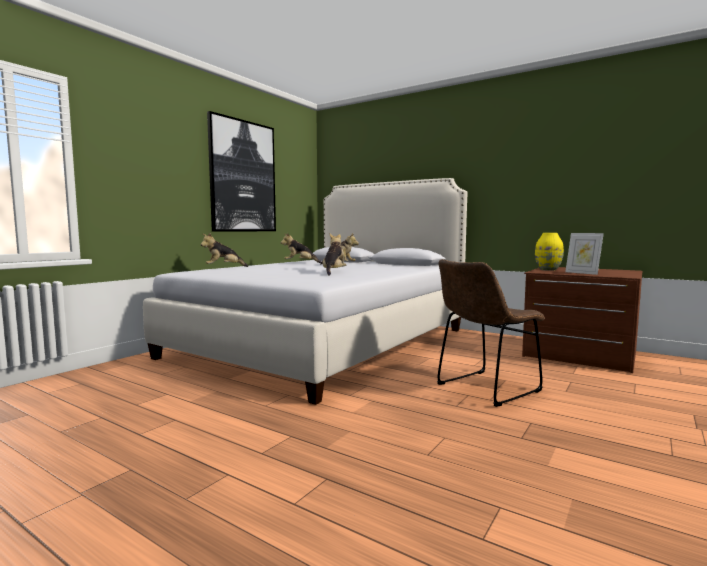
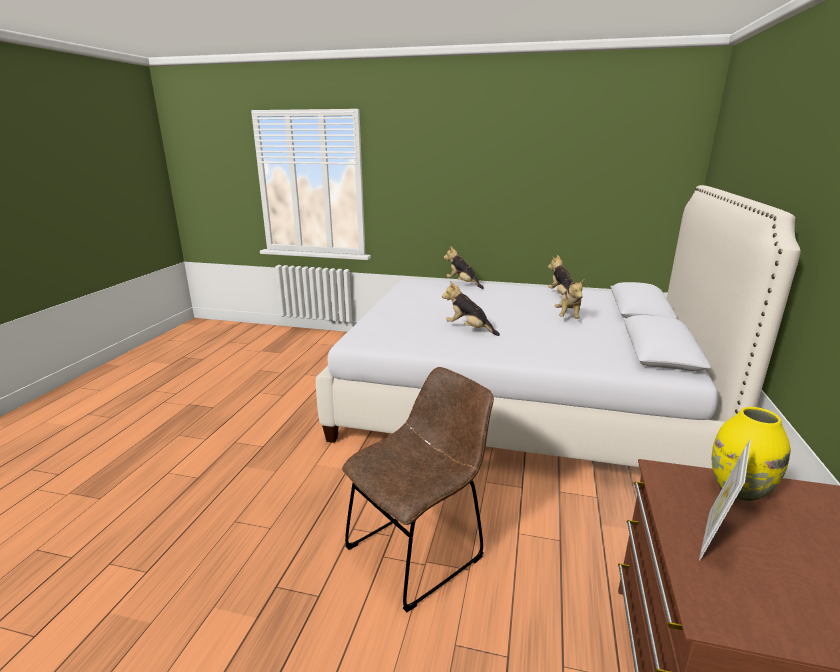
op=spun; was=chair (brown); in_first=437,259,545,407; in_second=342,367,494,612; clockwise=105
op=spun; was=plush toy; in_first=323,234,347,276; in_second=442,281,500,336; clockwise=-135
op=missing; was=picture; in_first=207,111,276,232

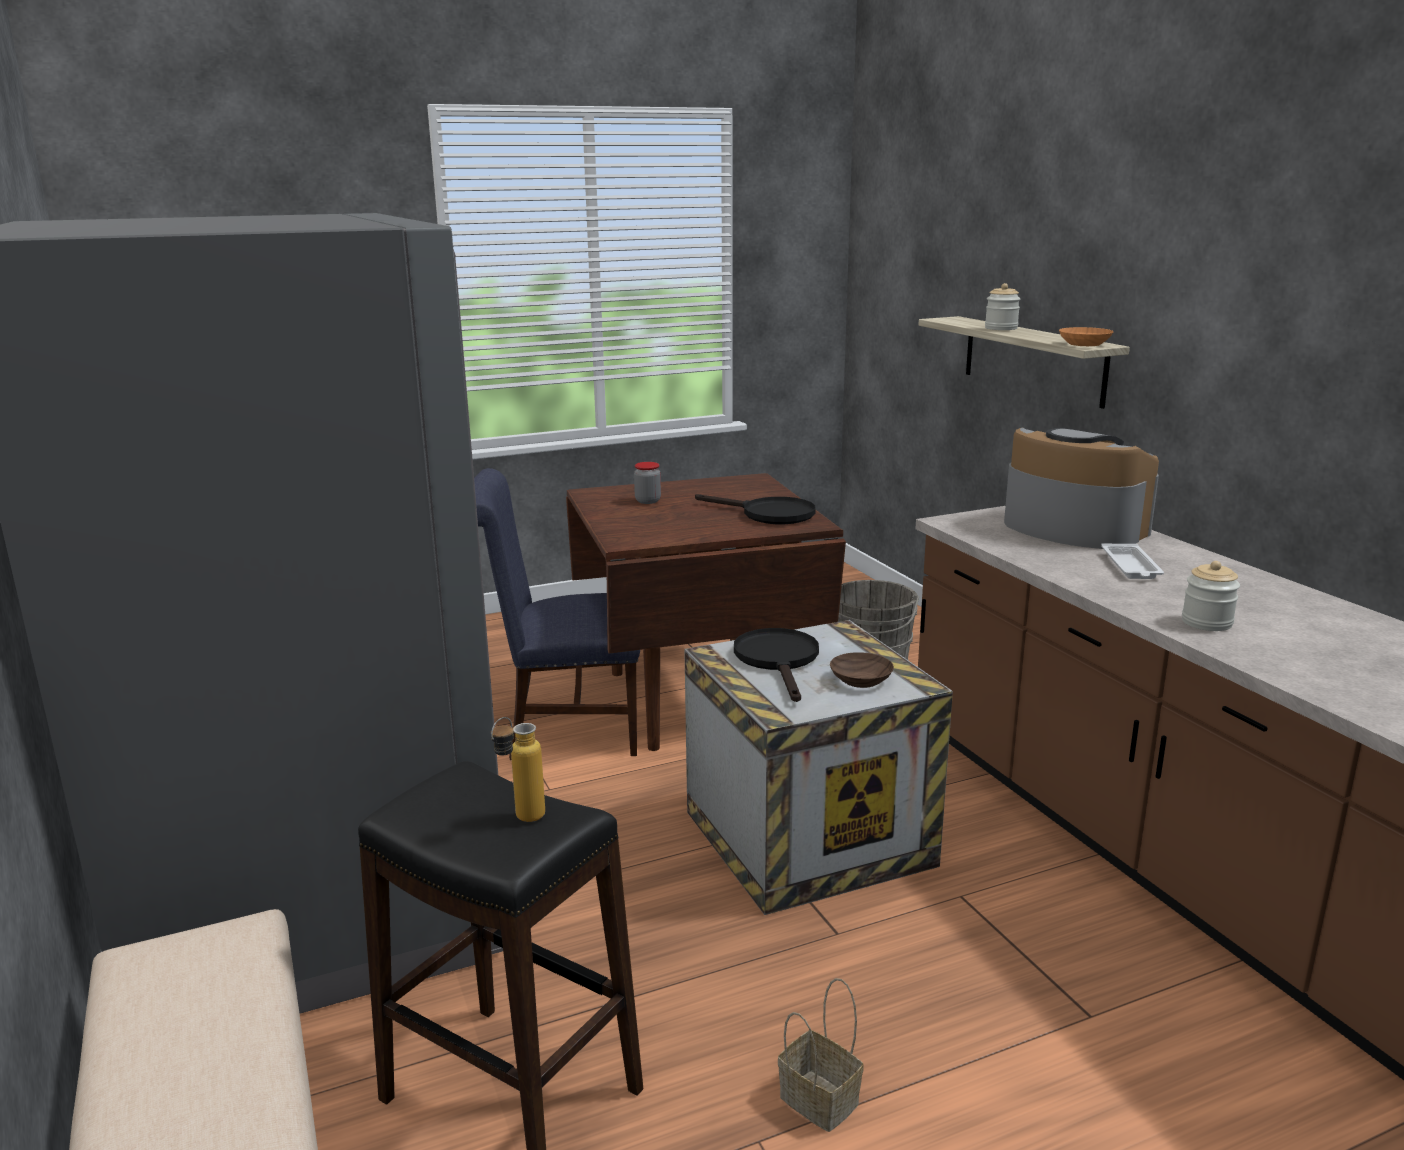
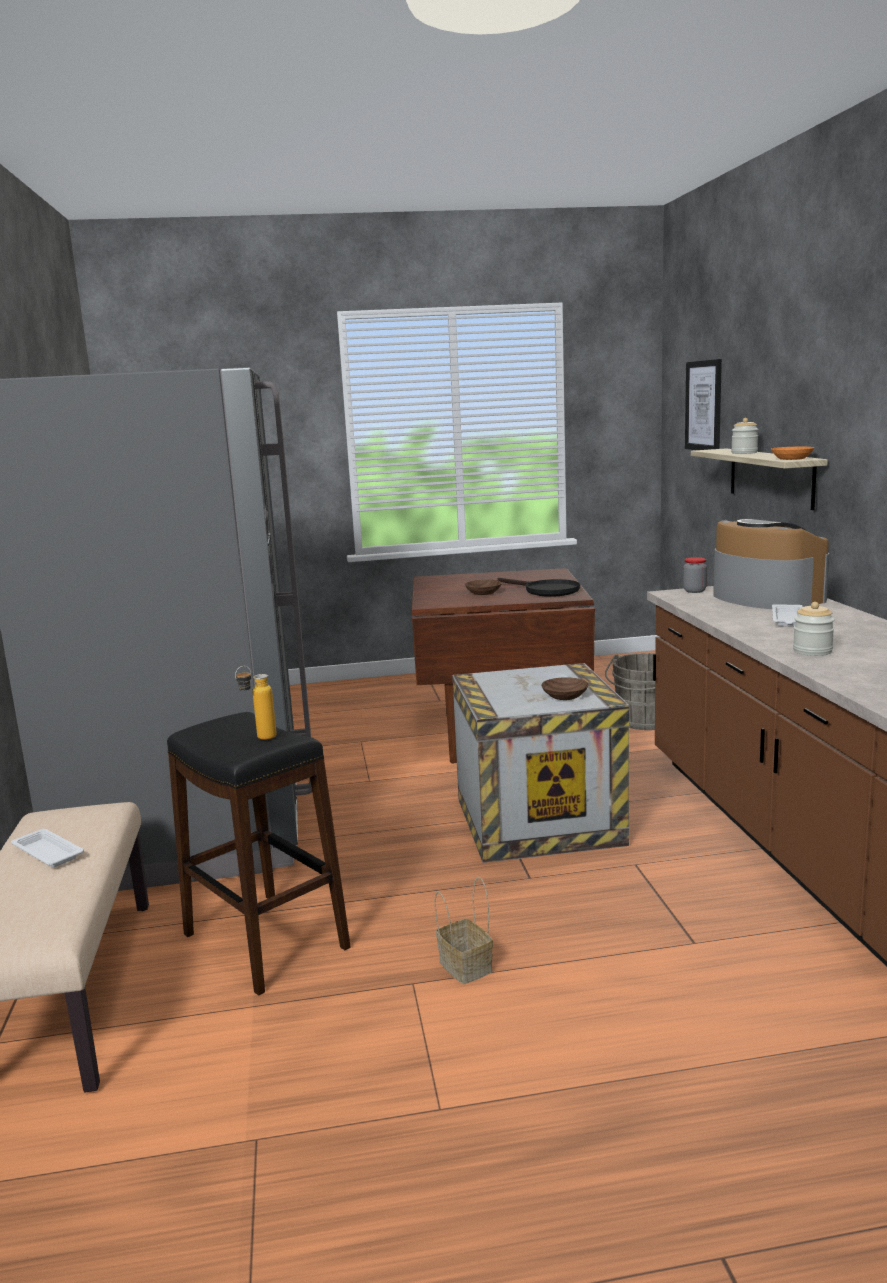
op=appeared; now=tray (white); in_second=11,829,84,867
op=appeared; now=bowl (brown); in_second=465,580,502,595
op=relocated; was=jar; in_first=634,462,661,504; in_second=683,557,707,593
op=appeared; now=picture; in_second=685,359,722,450
op=missing; was=chair (blue); in_first=474,468,640,760
op=missing; was=frying pan (black); in_first=734,628,819,702

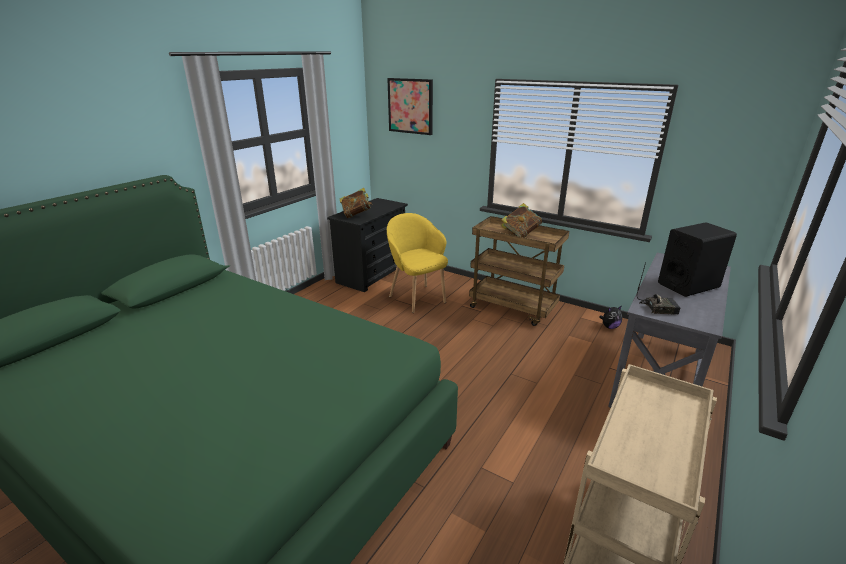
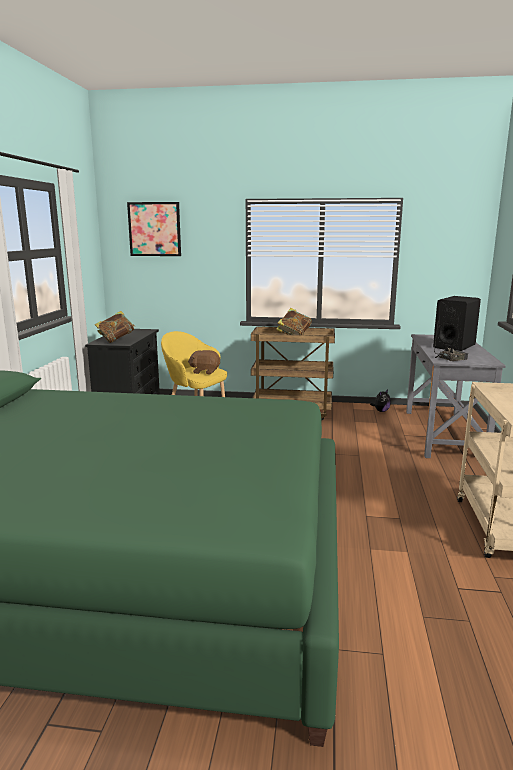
op=appeared; now=plush toy (brown); in_second=188,350,220,374

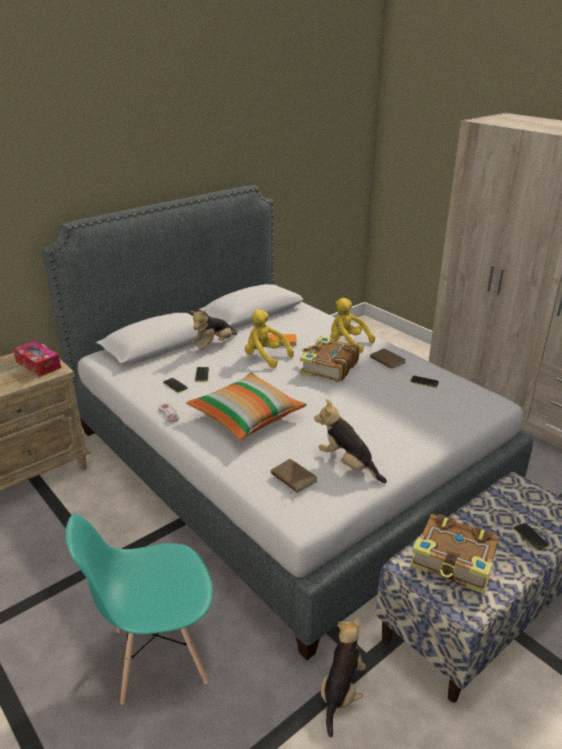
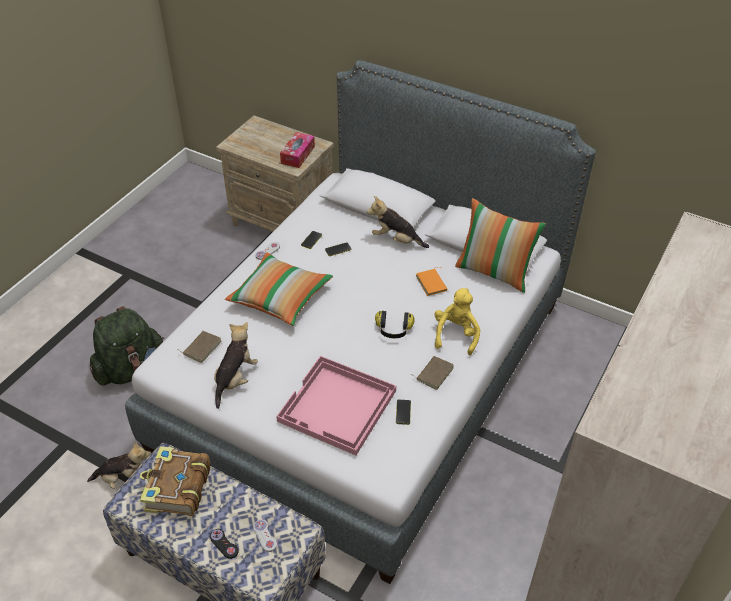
op=exchanged; was=chair (turquoise); now=backpack (green); in_first=65,514,213,705; in_second=90,306,164,386
op=exchanged; was=phone; now=game controller (black); in_first=514,523,549,550; in_second=210,529,239,559
op=appeared; now=game controller (white); in_second=253,519,277,552
op=appeared; now=tray (pink); in_second=276,356,396,456
op=exchanged; was=book; now=headphones; in_first=300,336,359,382; in_second=375,311,415,338
op=appeared; now=pillow; in_second=455,198,546,293
op=missing; was=plush toy (yellow); in_first=245,310,294,368

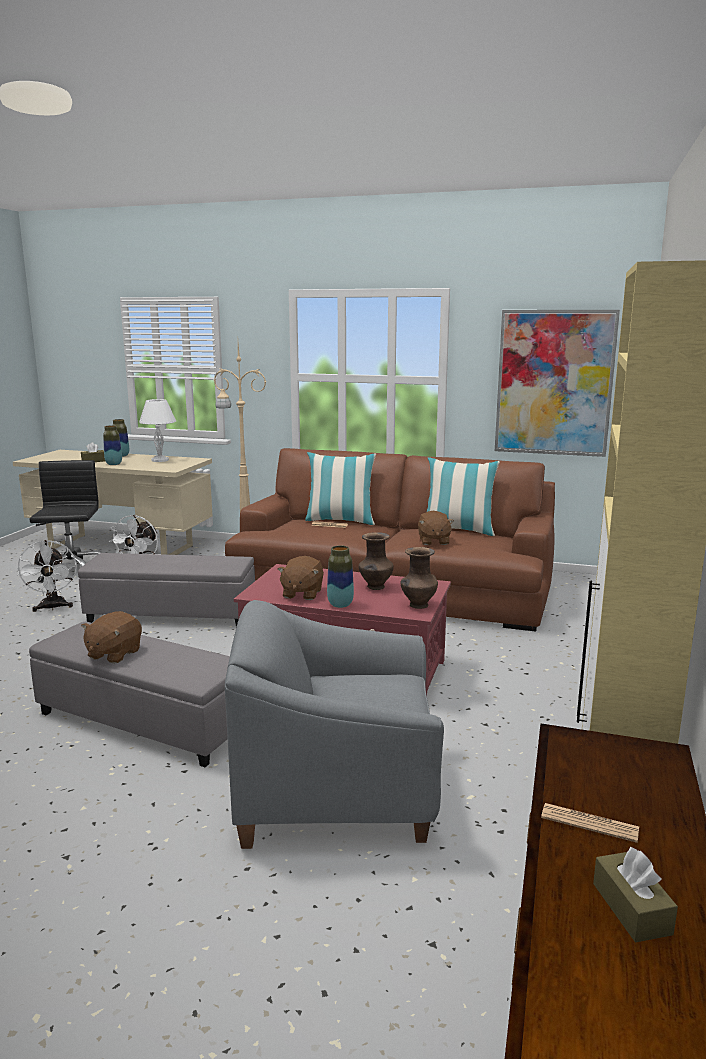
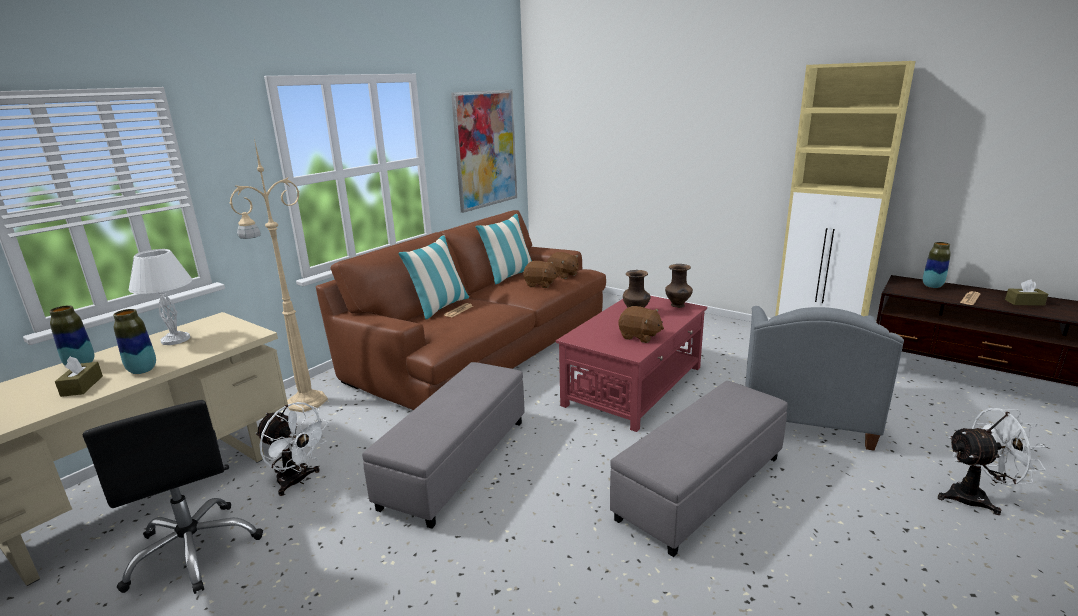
op=spun; was=office chair (black); in_first=29,460,102,583; in_second=83,400,263,594; clockwise=-135
op=relocated; was=plush toy (brown); in_first=81,611,142,664; in_second=547,252,579,279
op=relocated; was=vase; in_first=327,545,354,608; in_second=923,242,951,288
op=relocated; was=fan (white); in_first=18,540,77,612; in_second=938,408,1047,515

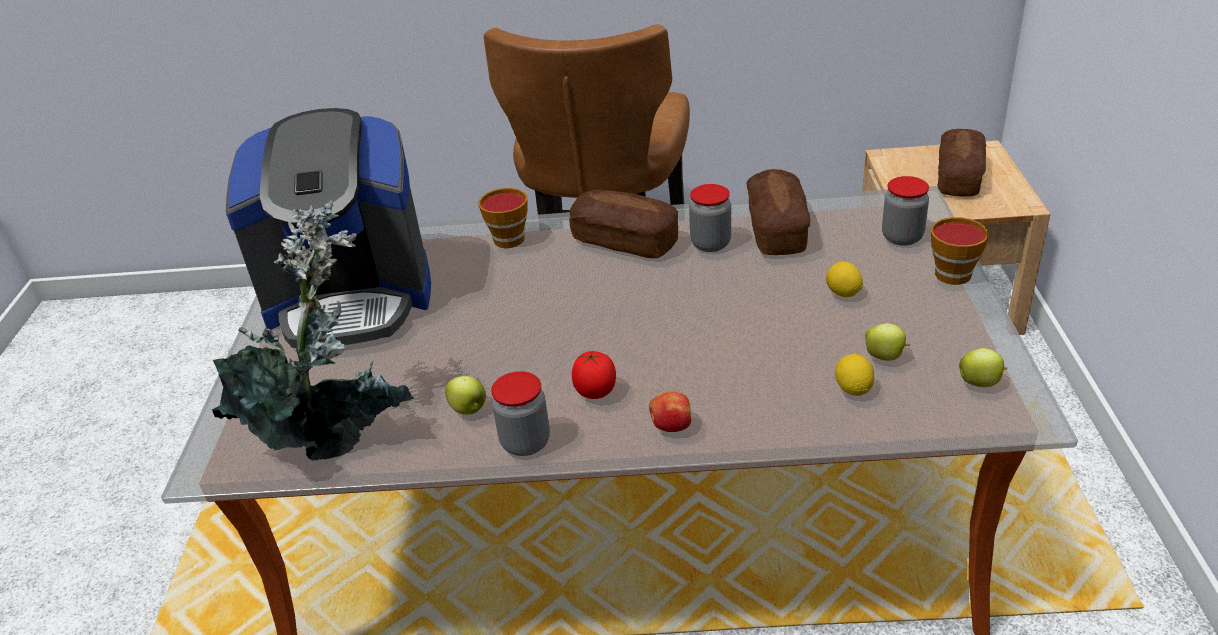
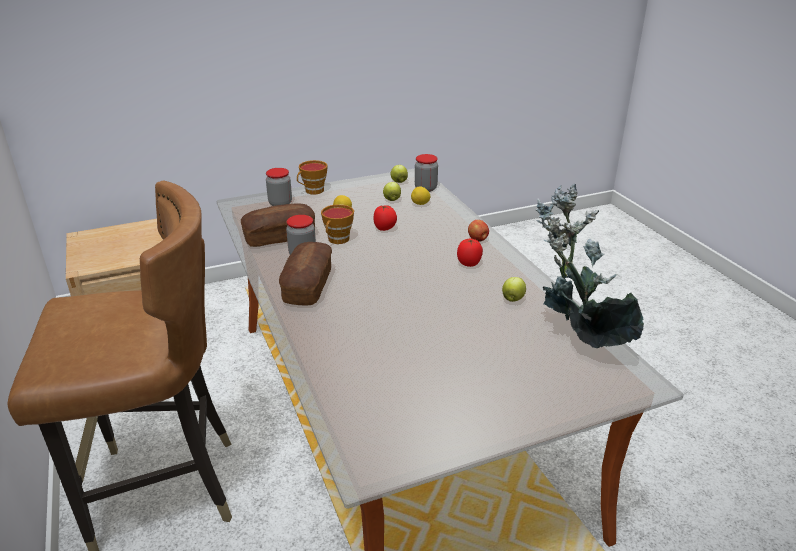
op=relocated; was=cup; in_first=479,188,528,248; in_second=321,204,354,244
op=appeared; now=tomato; in_second=374,205,397,231
op=relocated; was=jar; in_first=491,371,550,456; in_second=415,154,438,192
op=missing; was=coffee machine; in_first=226,108,431,348
op=missing; was=bread; in_first=938,129,986,197

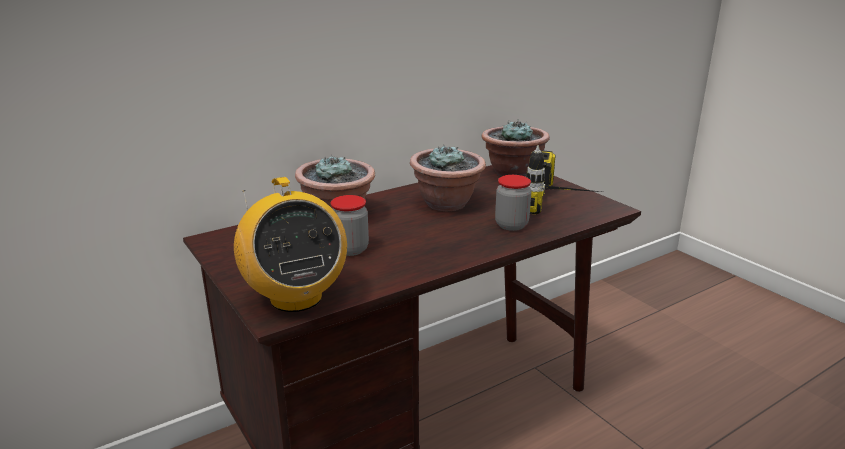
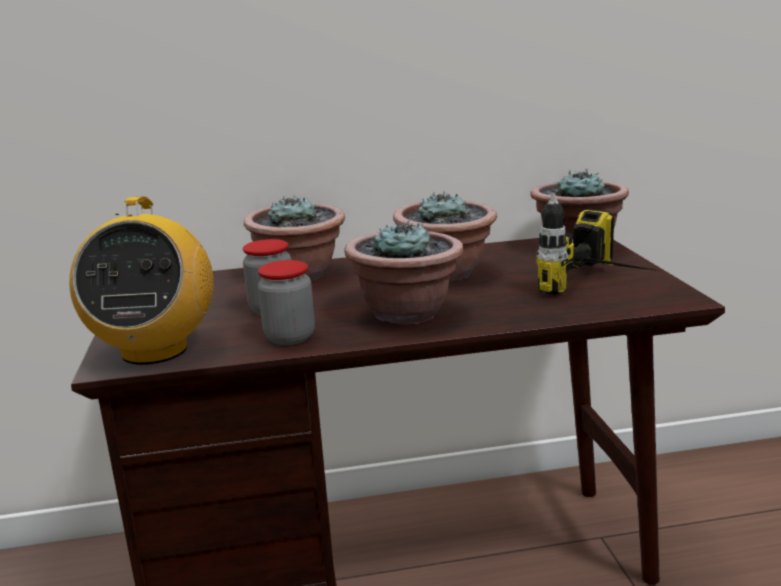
op=relocated; was=jar; in_first=495,175,531,231; in_second=258,260,315,345
op=appeared; now=potted plant; in_second=344,219,464,325

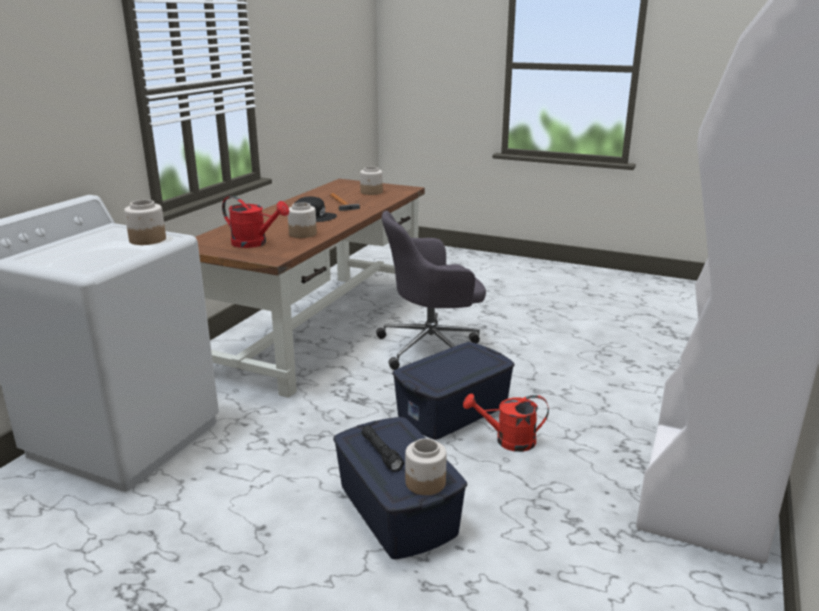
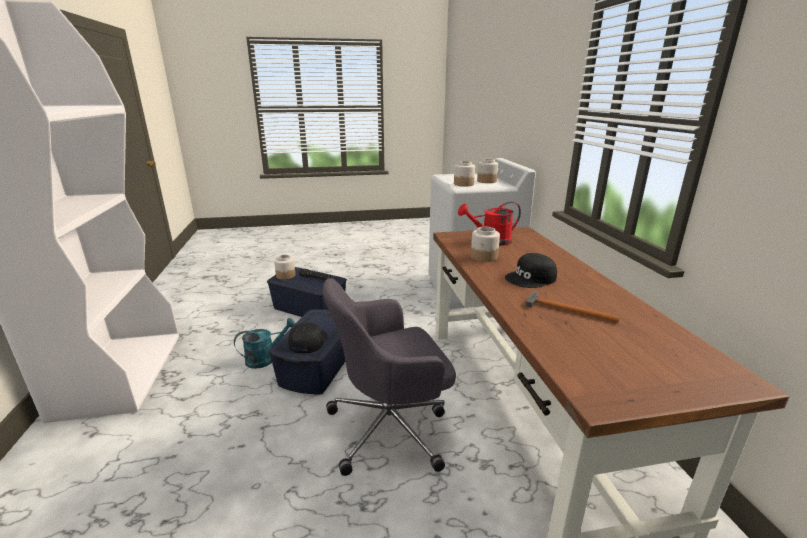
op=colour; was=watering can (red); now=watering can (turquoise); in_first=463,393,549,452; in_second=234,318,295,369
op=appeared; now=cap (black); in_second=288,322,328,353
op=spun; was=office chair (grey); in_first=376,211,486,370; in_second=322,278,456,476; clockwise=-150
op=relocated; was=jar; in_first=360,167,383,195; in_second=477,159,498,183

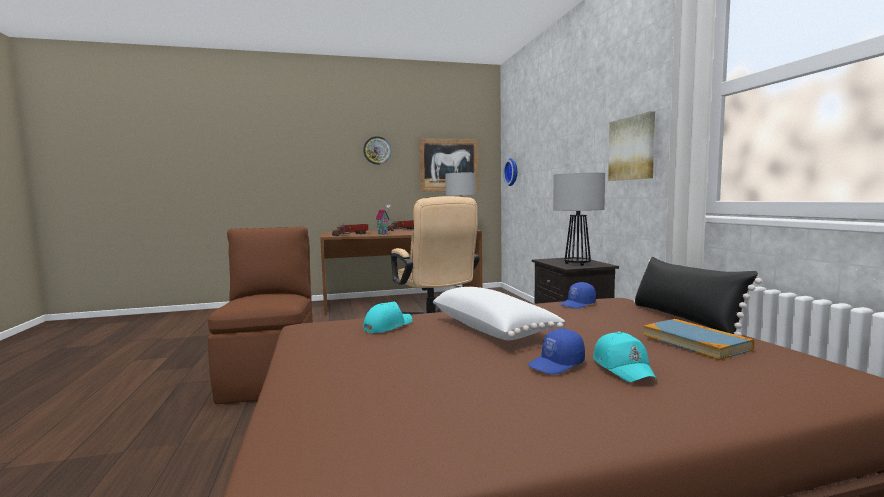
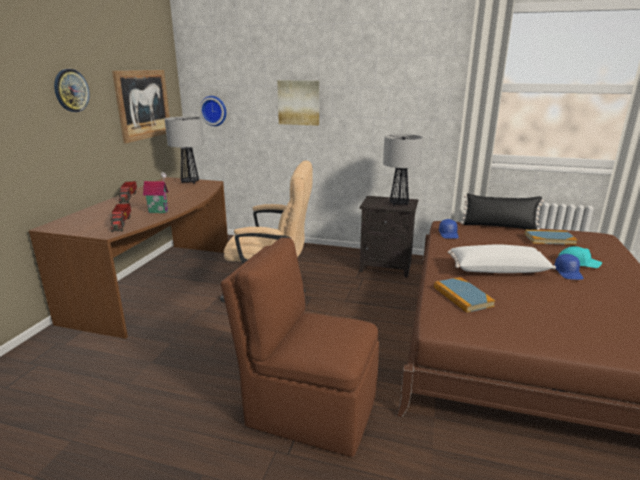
op=relocated; was=picture; in_first=608,111,655,181; in_second=277,80,319,126
op=exchanged; was=cap (turquoise); now=book; in_first=363,302,412,333; in_second=434,277,495,313

